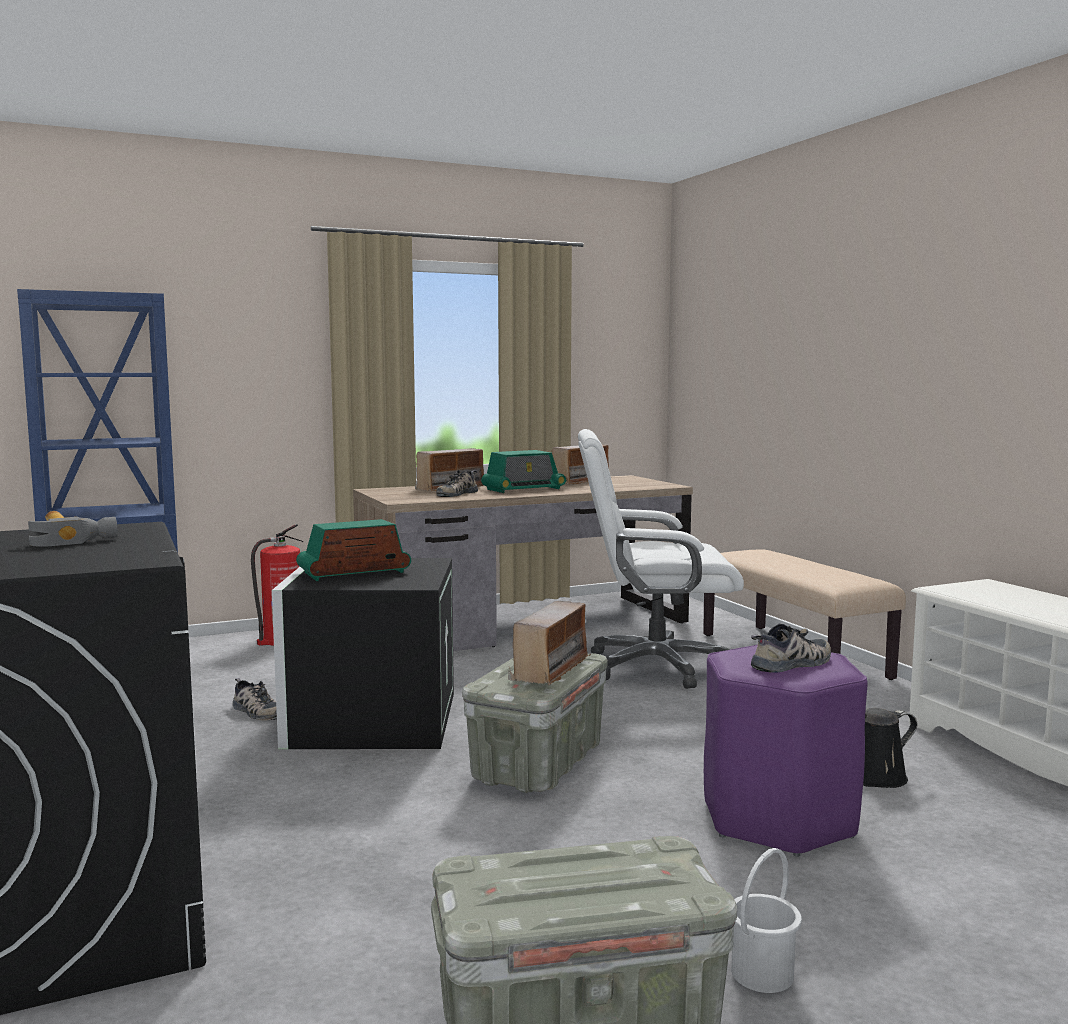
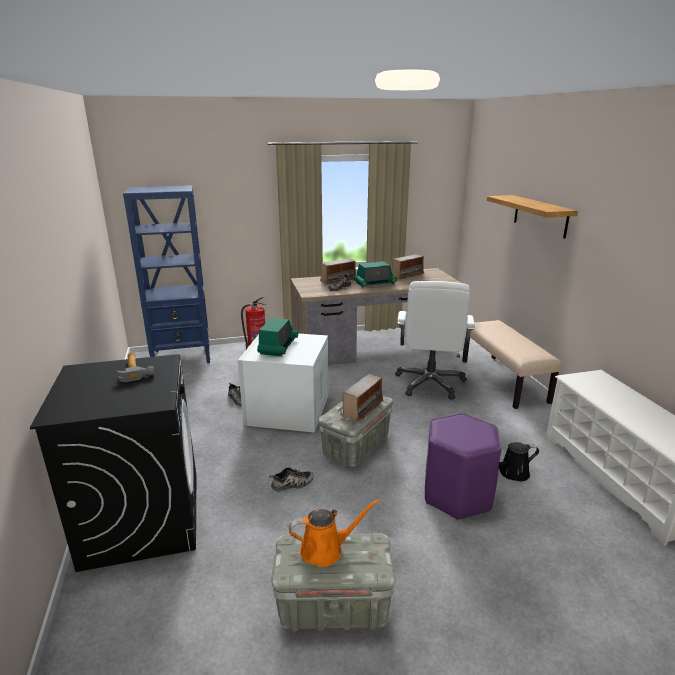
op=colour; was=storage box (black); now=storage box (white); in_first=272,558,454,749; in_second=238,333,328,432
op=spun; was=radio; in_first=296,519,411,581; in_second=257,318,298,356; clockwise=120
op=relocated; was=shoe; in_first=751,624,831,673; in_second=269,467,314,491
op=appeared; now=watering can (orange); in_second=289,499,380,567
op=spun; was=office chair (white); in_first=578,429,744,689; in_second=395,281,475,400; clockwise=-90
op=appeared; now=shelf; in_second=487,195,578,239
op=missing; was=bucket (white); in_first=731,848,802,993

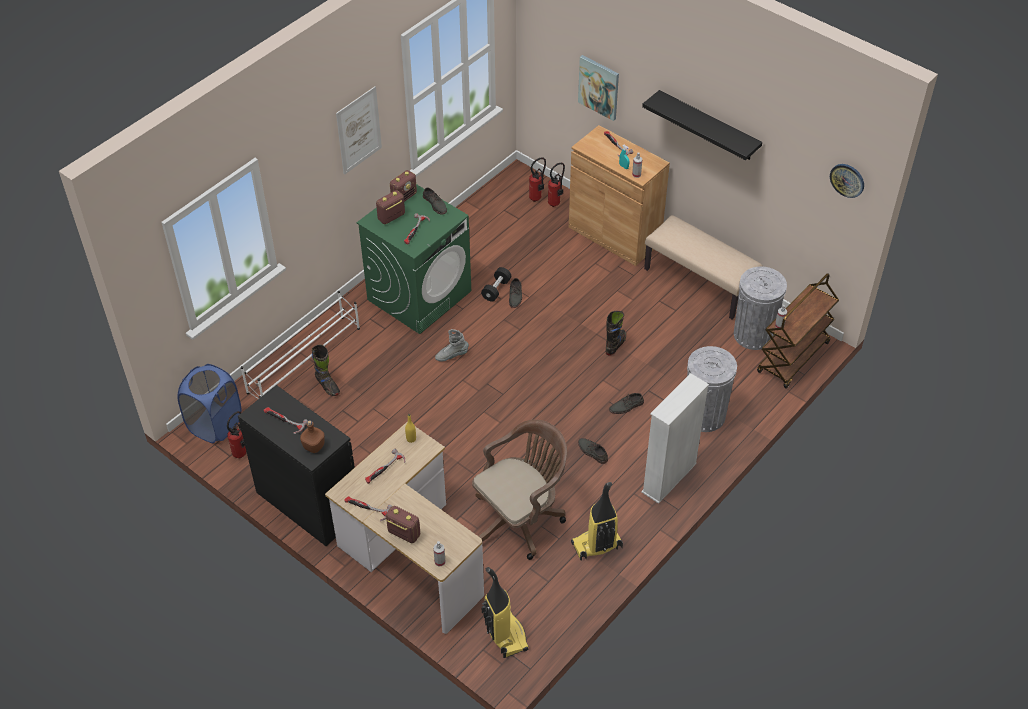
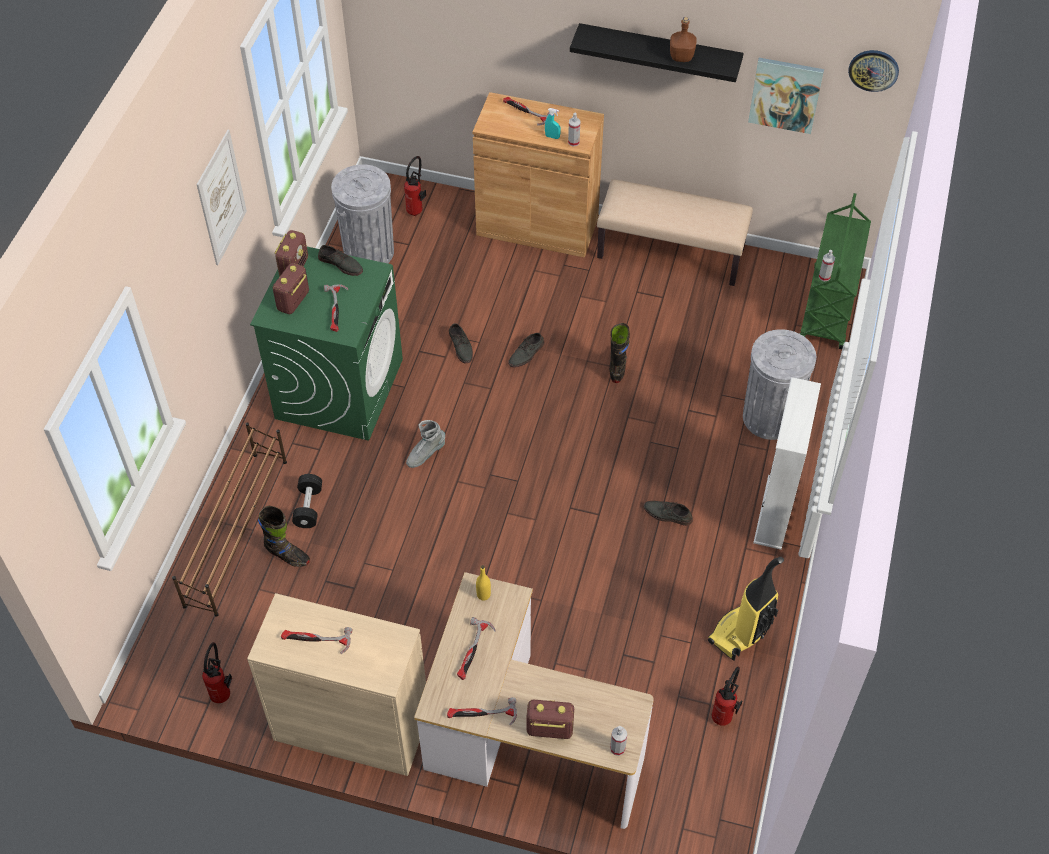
op=colour; was=shoe rack (white); now=shoe rack (brown); in_first=241,291,360,399; in_second=172,422,287,617
op=colour; was=cabinet (black); now=cabinet (beige); in_first=238,385,355,546; in_second=247,593,426,776
op=relocated; was=dumbbell (black); in_first=481,267,511,301; in_second=292,474,322,528
op=relocated; was=trash can (grey); in_first=734,267,787,350; in_second=331,164,394,263
op=relocated; was=shoe (grey); in_first=609,393,644,414; in_second=508,333,544,367
op=relocated; was=bottle (brown); in_first=300,420,325,453; in_second=670,17,697,62
op=relocated; was=fire extinguisher; in_first=548,163,565,207; in_second=712,667,742,726
op=relocated; was=picture; in_first=578,55,619,121; in_second=748,58,824,134
op=colour; was=cart (brown); now=cart (green); in_first=757,273,839,389; in_second=800,193,871,349
op=missing; was=laundry basket (blue); in_first=178,364,241,443
op=missing; was=office chair (brown); in_first=472,420,567,560
op=missing; was=vacuum cleaner; in_first=482,567,529,658

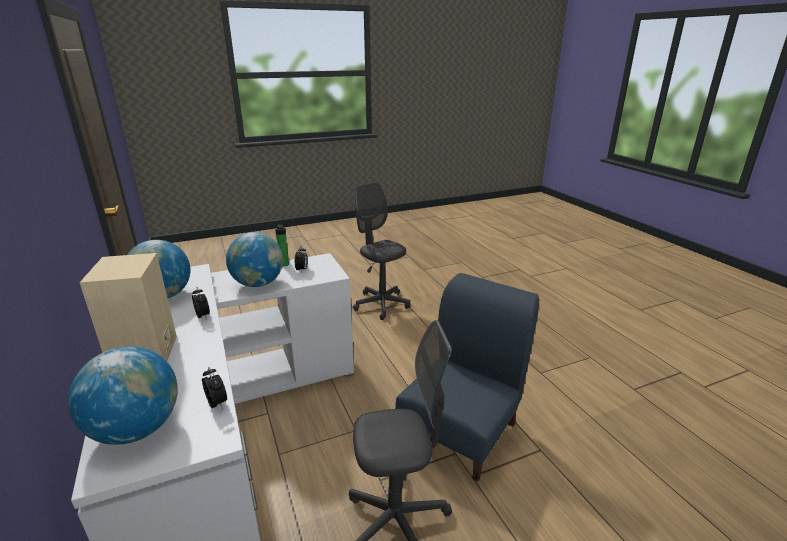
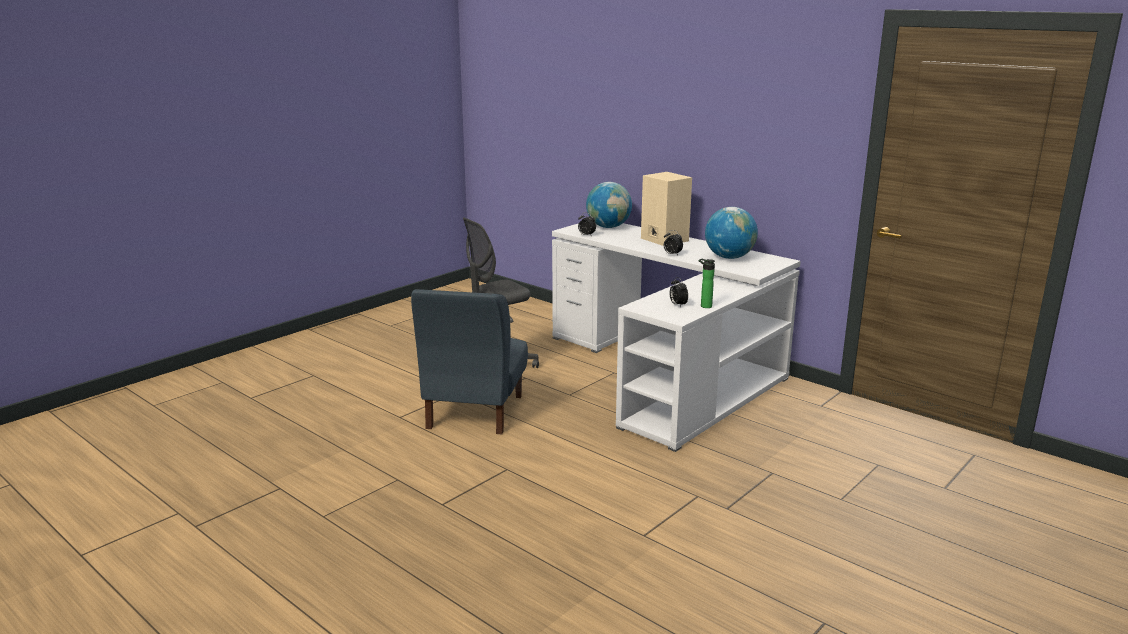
op=missing; was=globe; in_first=226,232,283,287
op=missing; was=office chair (grey); in_first=353,182,411,320

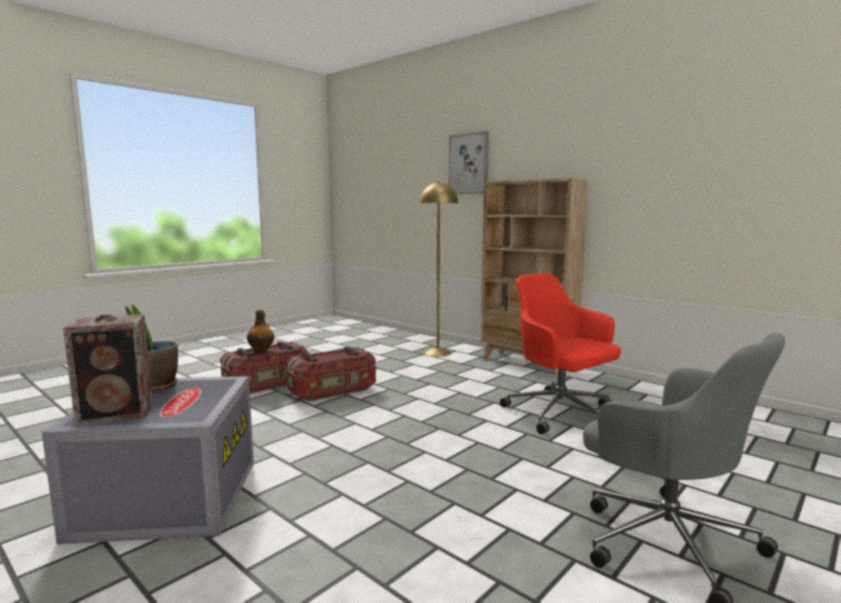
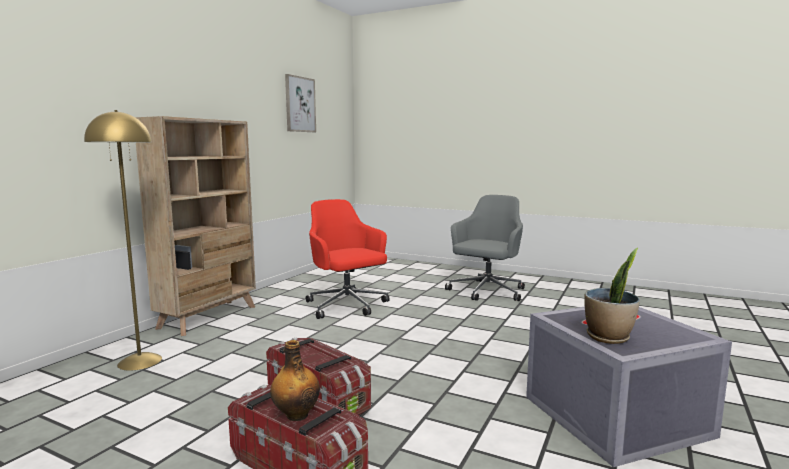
op=relocated; was=picture; in_first=449,131,489,194; in_second=285,74,316,132
op=spun; was=office chair (red); in_first=500,273,621,434; in_second=306,199,390,319; clockwise=105
op=missing; was=speaker; in_first=63,314,152,426

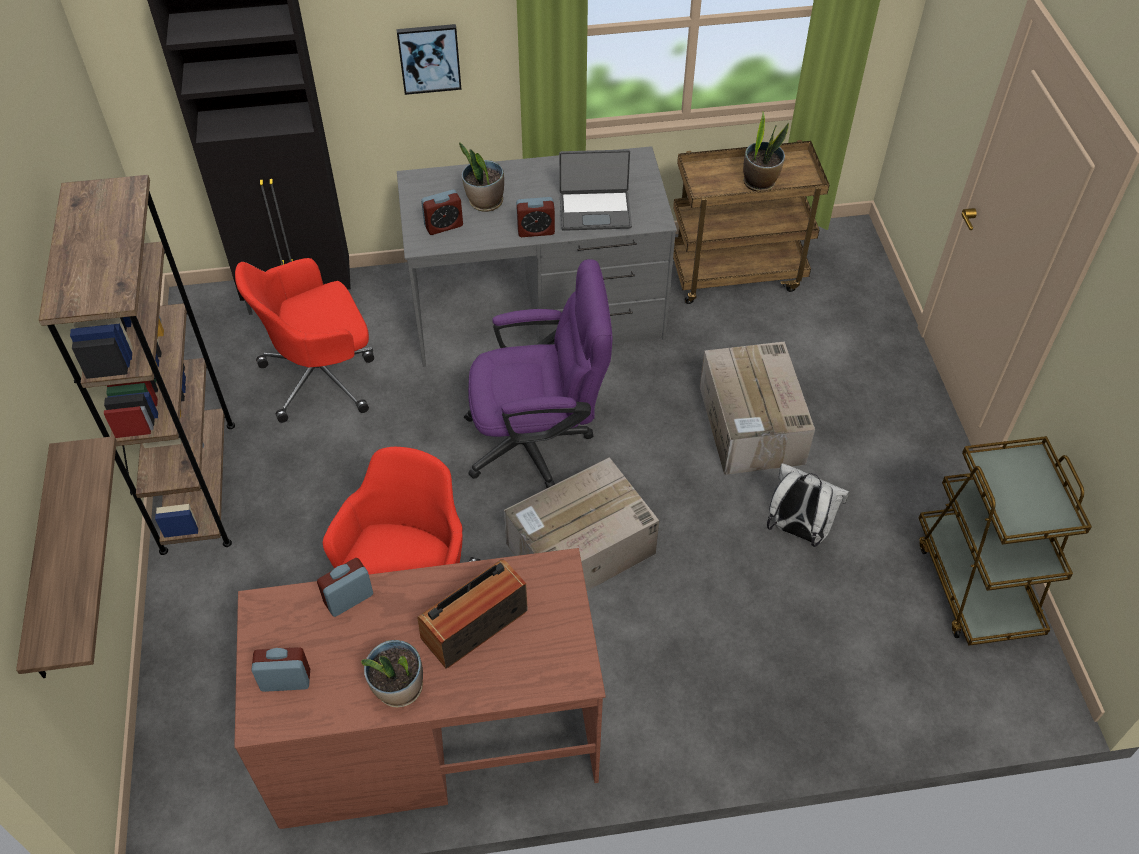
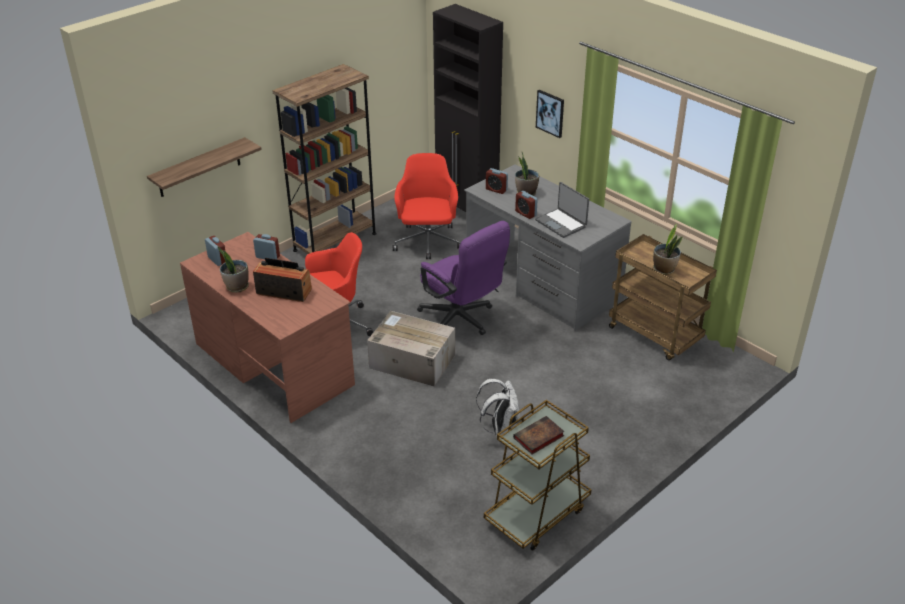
op=spun; was=office chair (red); in_first=235,258,374,423; in_second=393,153,461,259; clockwise=60
op=appeared; now=book; in_second=513,416,565,455
op=missing; was=cardboard box; in_first=700,342,815,475

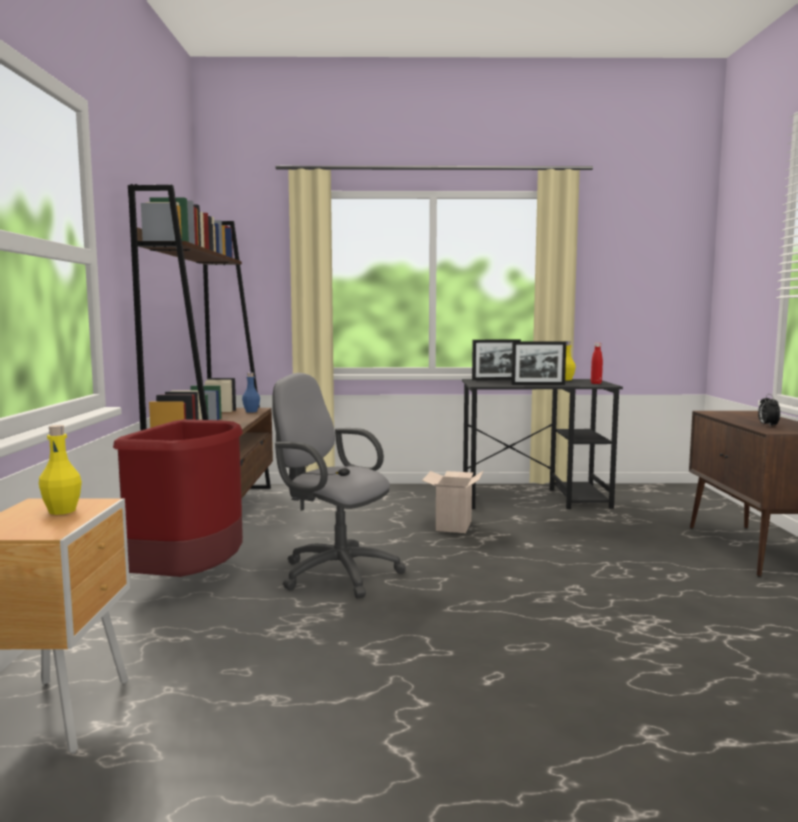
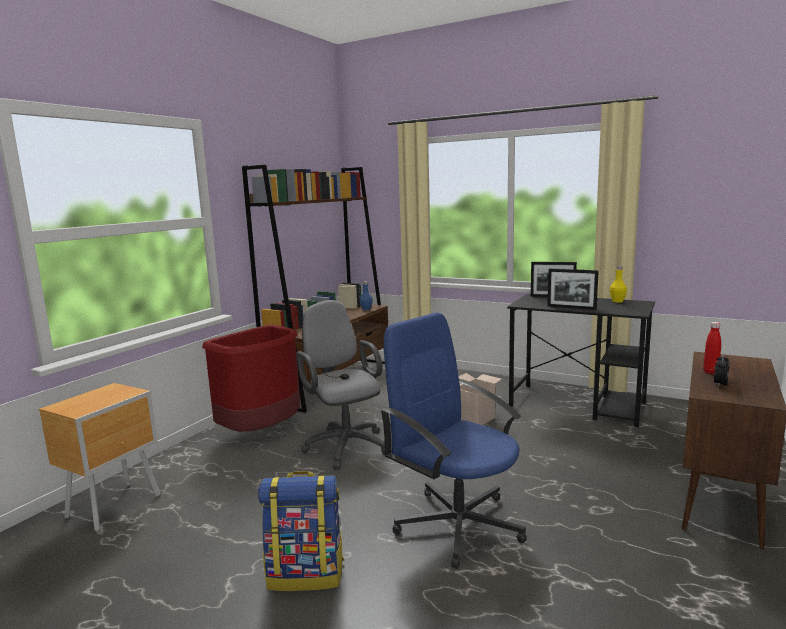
op=appeared; now=backpack; in_second=258,471,344,591
op=appeared; now=office chair (blue); in_second=379,313,527,569
op=relocated; was=bottle (red); in_first=591,343,603,384; in_second=703,322,721,374
op=missing; was=bottle (yellow); in_first=39,425,82,515

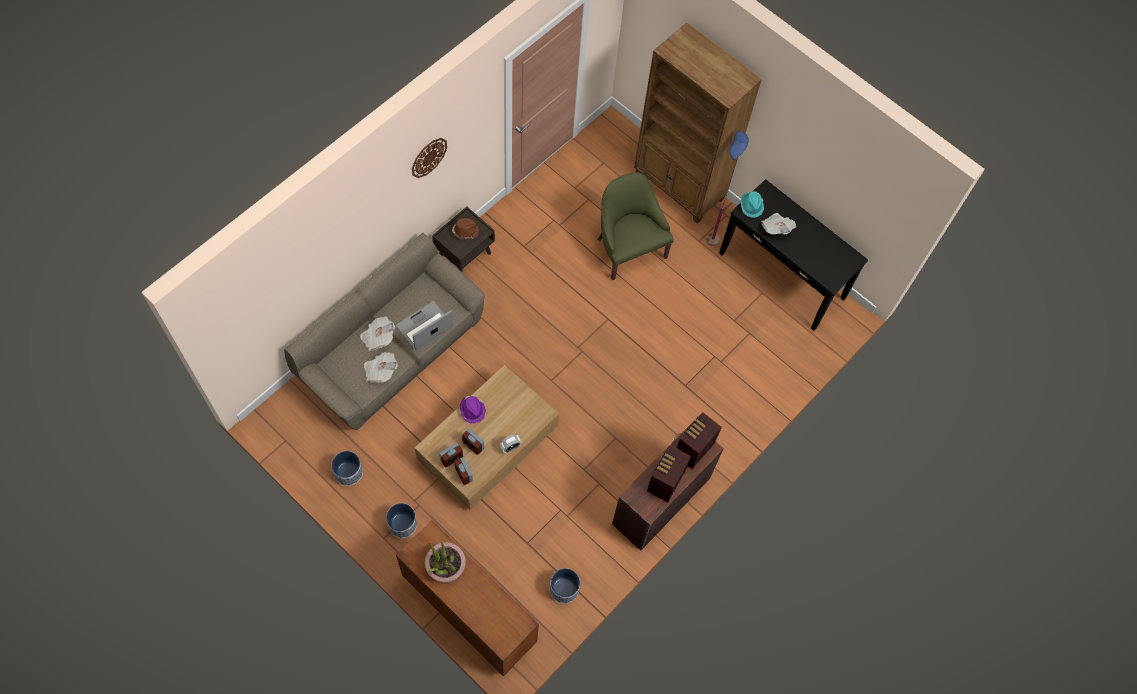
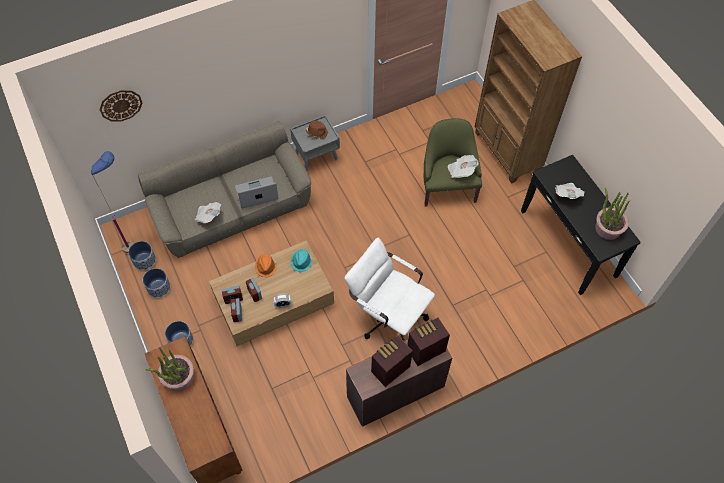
op=relocated; was=floor lamp (blue); in_first=706,131,749,246; in_second=91,151,133,253
op=relocated; was=wall clock; in_first=412,138,447,178; in_second=99,90,142,122
op=relocated; was=planter; in_first=550,568,580,603; in_second=128,241,156,271
op=colour; was=hat (purple); now=hat (orange); in_first=460,396,486,423; in_second=255,254,277,278
op=colour; was=nightstand (brown); now=nightstand (grey); in_first=432,206,495,272; in_second=290,115,340,172
op=relocated; was=hat (turquoise); in_first=741,191,764,218; in_second=291,249,313,272
op=appeared; now=office chair (white); in_second=344,238,435,341
op=relocated; was=newspaper; in_first=360,316,395,351; in_second=447,155,479,178
op=appeared; now=potted plant; in_second=595,187,631,240

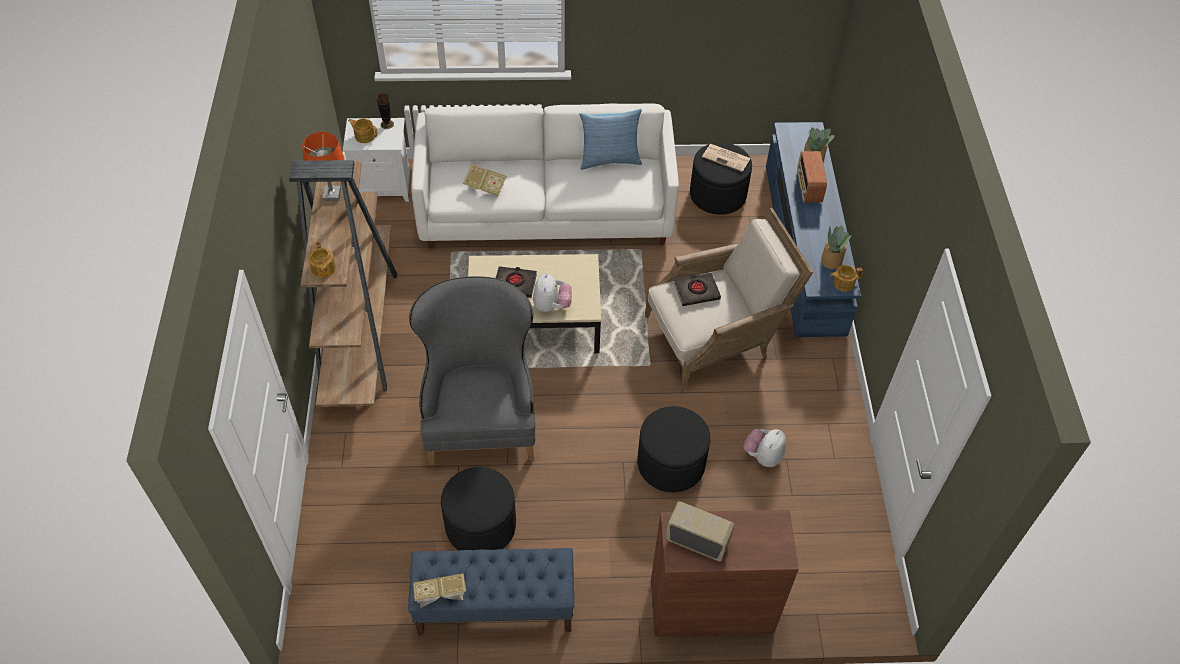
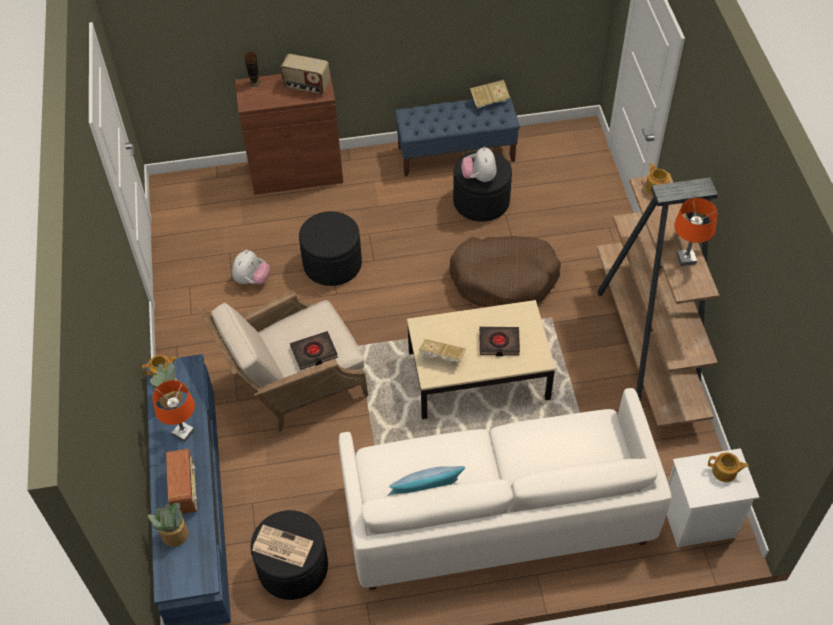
op=appeared; now=table lamp (orange); in_second=153,380,195,442
op=relocated; was=vase; in_first=377,93,394,129; in_second=244,52,262,88
op=relocated; was=book; in_first=463,164,507,197; in_second=419,339,466,366
op=exchanged; was=armchair (grey); now=dog bed (brown); in_first=409,276,535,465; in_second=449,236,561,307
op=relocated; was=plush toy; in_first=533,273,572,312; in_second=461,147,497,182

